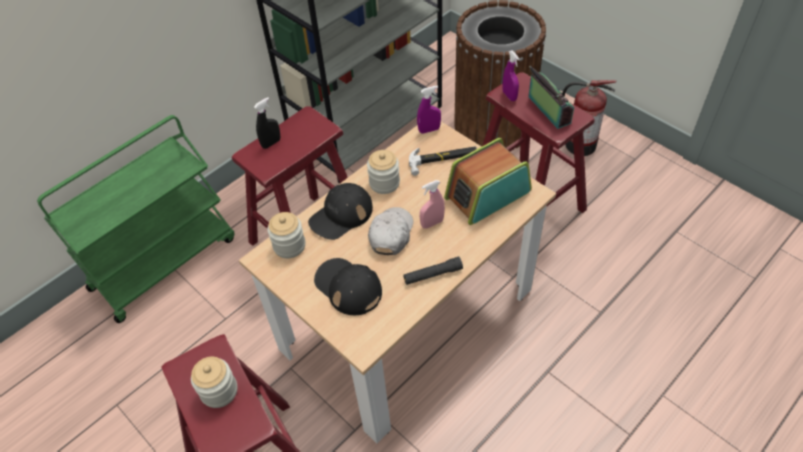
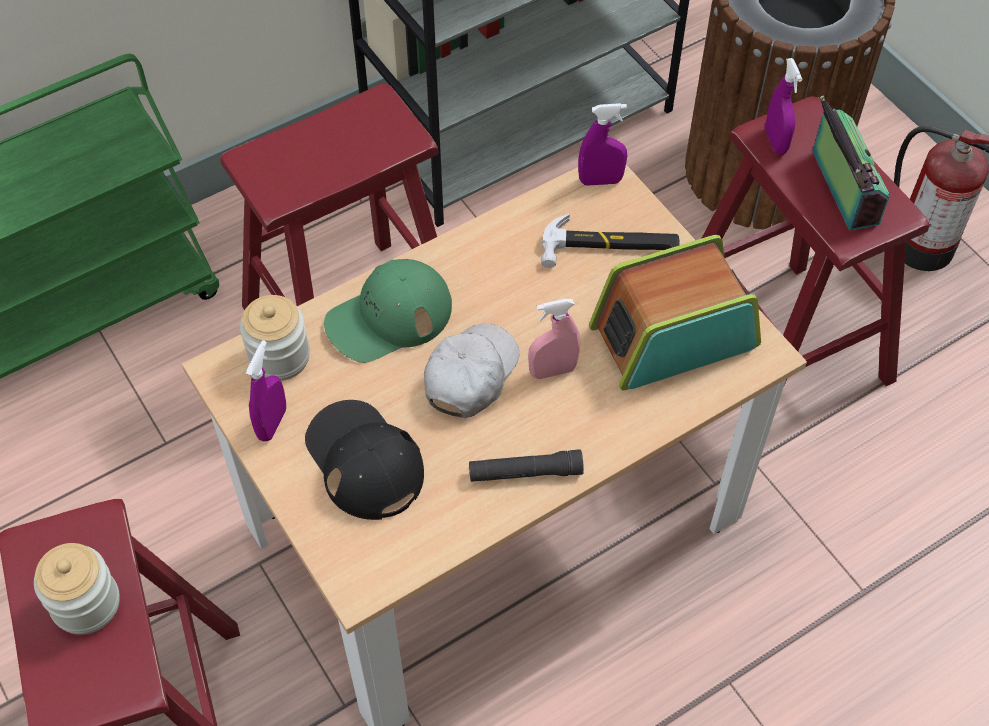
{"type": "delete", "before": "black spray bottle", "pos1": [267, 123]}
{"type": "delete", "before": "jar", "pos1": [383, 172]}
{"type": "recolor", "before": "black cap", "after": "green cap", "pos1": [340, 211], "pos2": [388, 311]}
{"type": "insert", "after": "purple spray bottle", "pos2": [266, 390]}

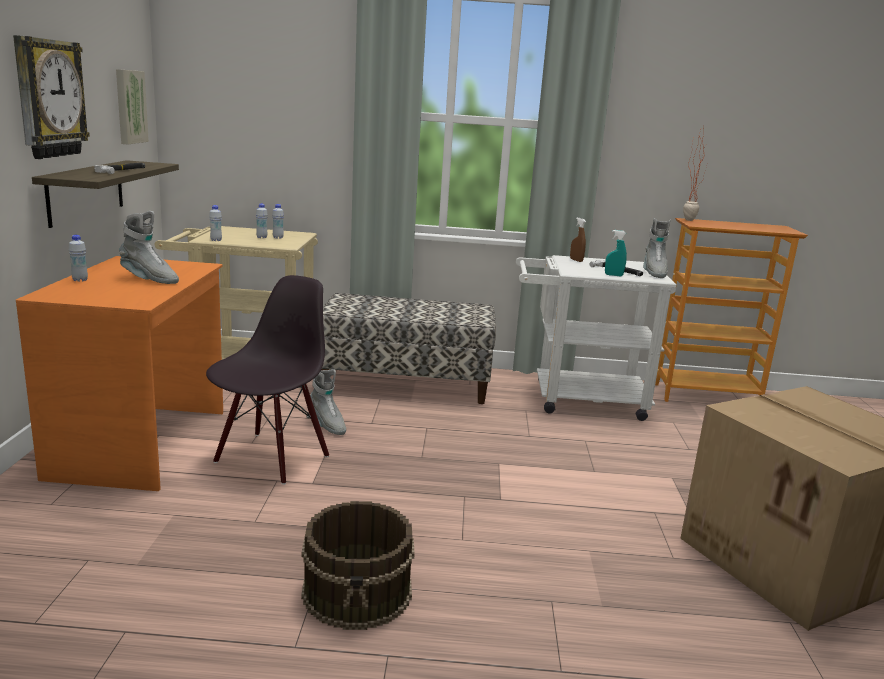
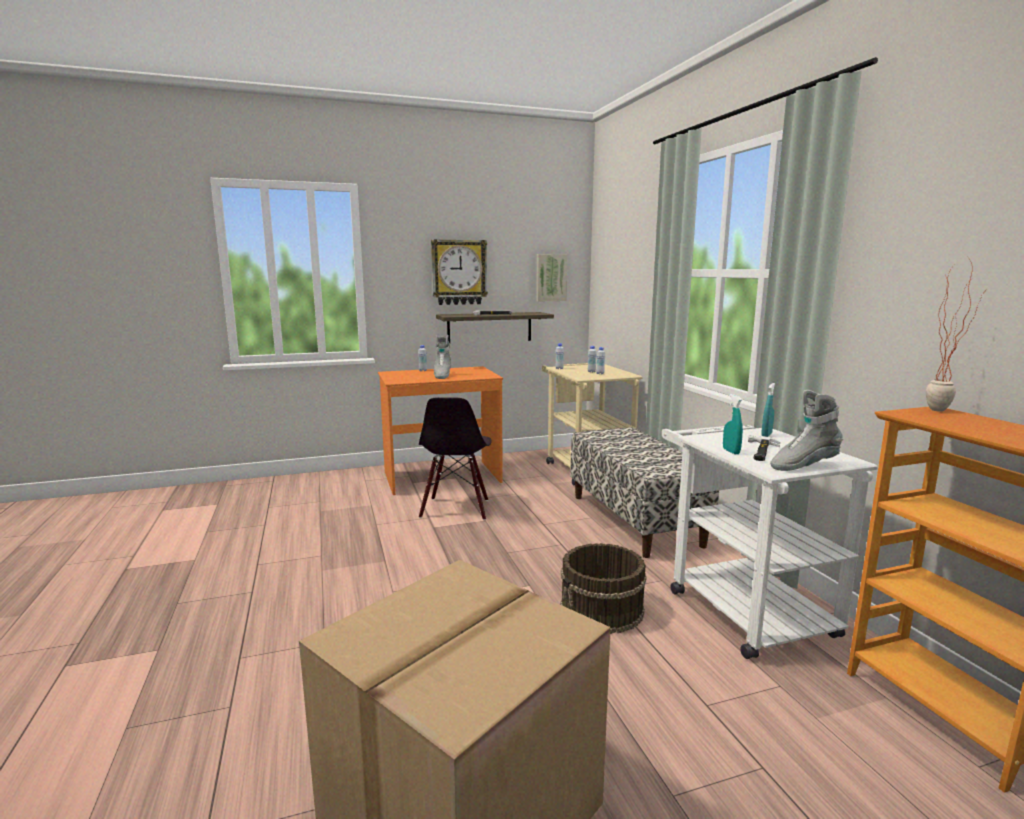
{"type": "recolor", "before": "brown spray bottle", "after": "turquoise spray bottle", "pos1": [578, 240], "pos2": [768, 410]}
{"type": "rotate", "before": "black chair", "pos1": [267, 380], "pos2": [455, 458], "turn": 90}
{"type": "delete", "before": "grey boot", "pos1": [328, 402]}
{"type": "move", "before": "brown bucket", "pos1": [358, 565], "pos2": [603, 588]}

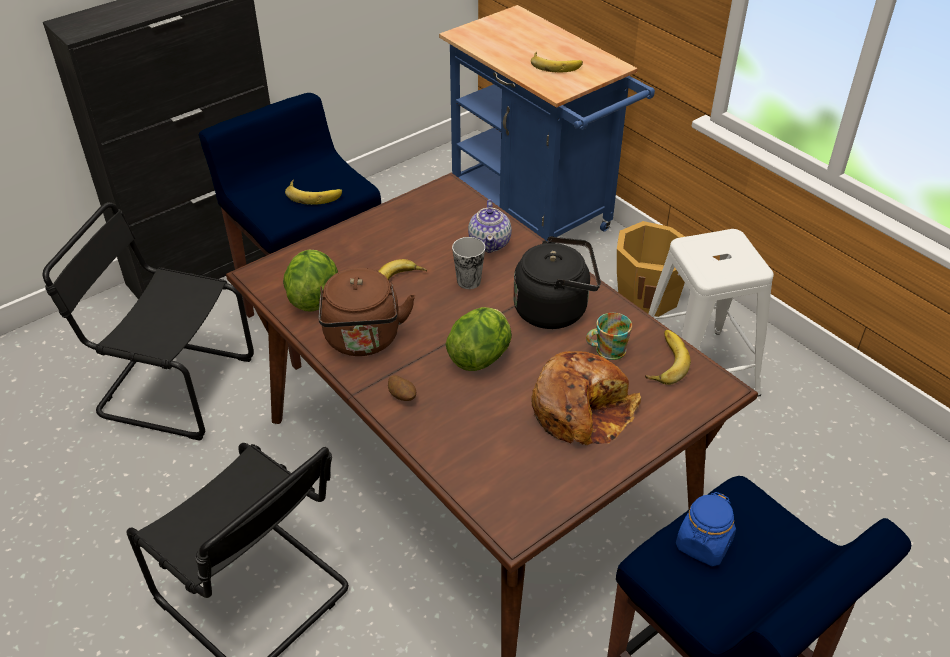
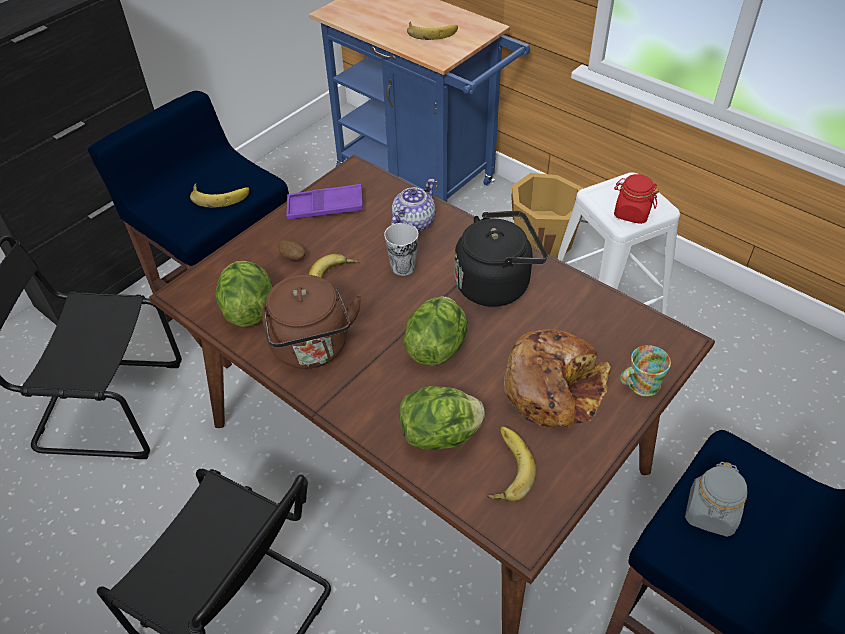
{"type": "rotate", "before": "teapot", "pos1": [490, 226], "pos2": [413, 205], "turn": -135}
{"type": "move", "before": "mug", "pos1": [609, 336], "pos2": [645, 371]}
{"type": "move", "before": "banana", "pos1": [668, 357], "pos2": [511, 464]}
{"type": "move", "before": "potato", "pos1": [402, 388], "pos2": [292, 250]}
{"type": "recolor", "before": "blue jar", "after": "grey jar", "pos1": [706, 529], "pos2": [716, 499]}
{"type": "insert", "after": "red jar", "pos2": [636, 199]}
{"type": "insert", "after": "purple tray", "pos2": [324, 202]}
{"type": "insert", "after": "lettuce", "pos2": [442, 418]}

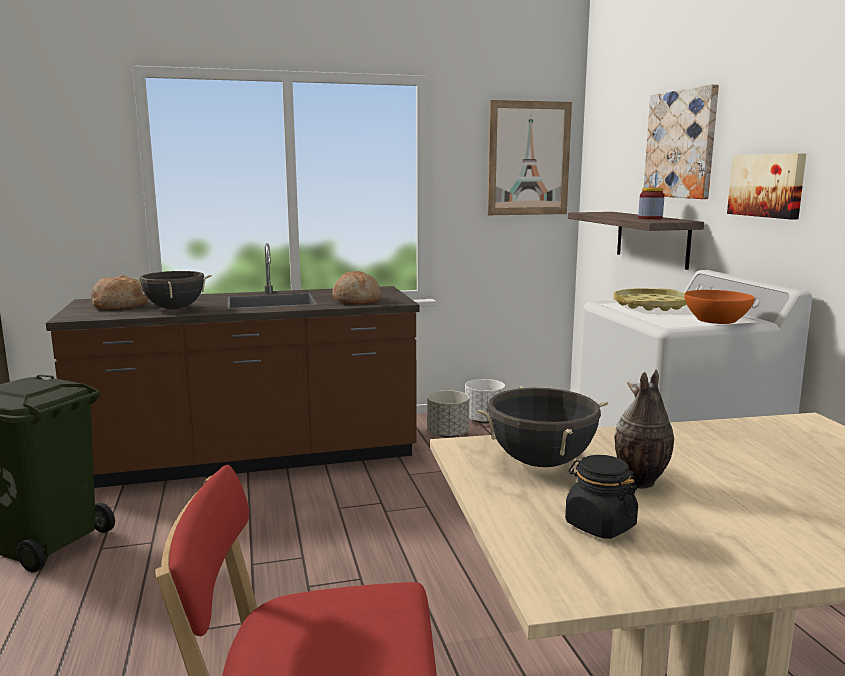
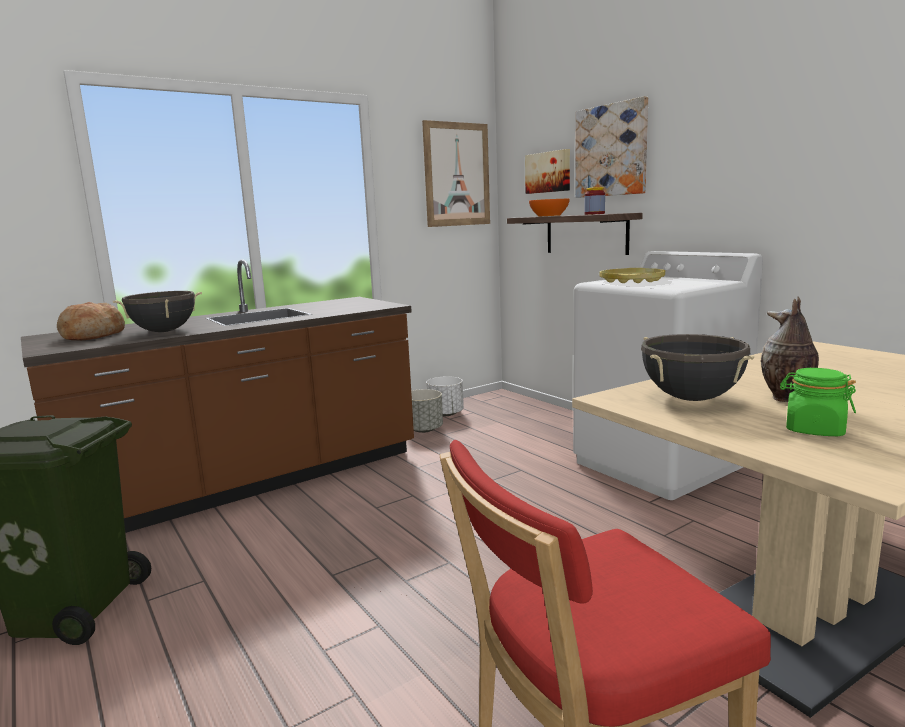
{"type": "move", "before": "picture", "pos1": [766, 186], "pos2": [547, 171]}
{"type": "delete", "before": "bread", "pos1": [357, 287]}
{"type": "move", "before": "orange bowl", "pos1": [719, 307], "pos2": [549, 207]}
{"type": "recolor", "before": "black jar", "after": "green jar", "pos1": [601, 497], "pos2": [818, 402]}

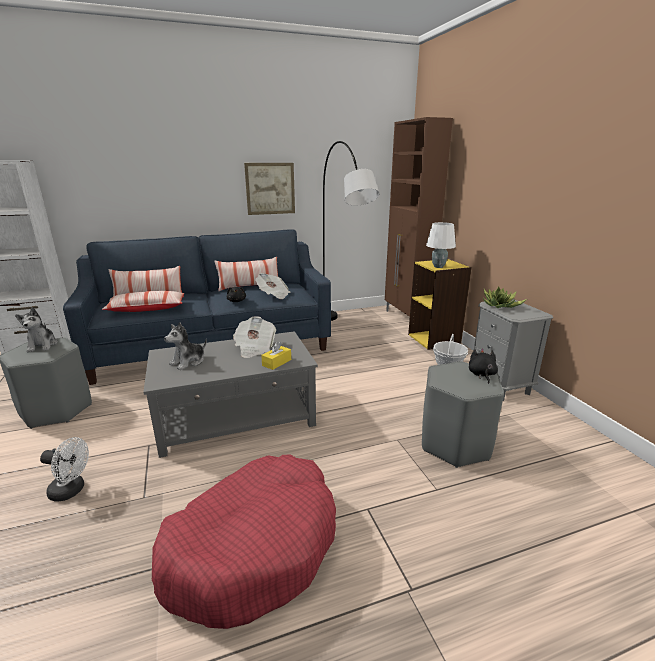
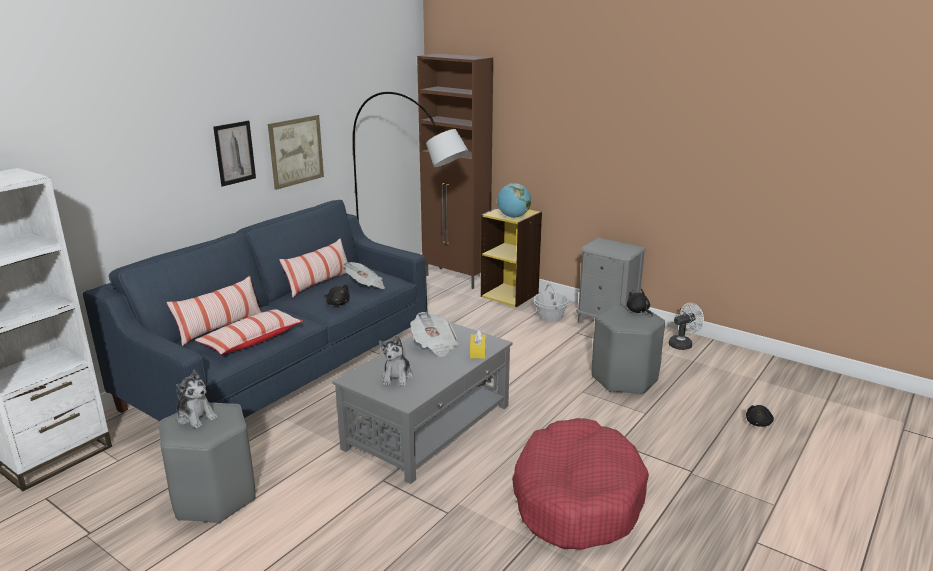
{"type": "replace", "before": "white table lamp", "after": "globe", "pos1": [441, 245], "pos2": [514, 200]}
{"type": "delete", "before": "potted plant", "pos1": [505, 297]}
{"type": "move", "before": "white fan", "pos1": [64, 469], "pos2": [686, 326]}
{"type": "insert", "after": "picture", "pos2": [234, 154]}
{"type": "insert", "after": "black plush toy", "pos2": [760, 416]}

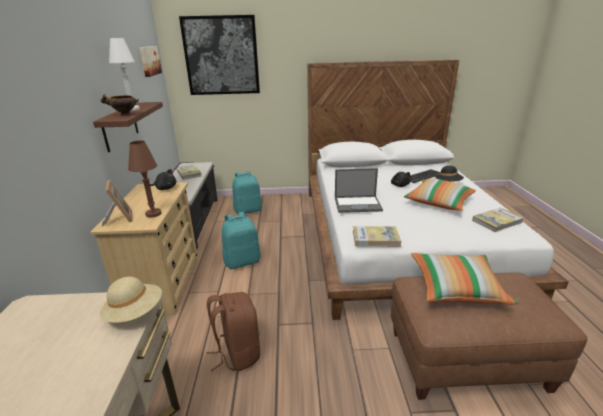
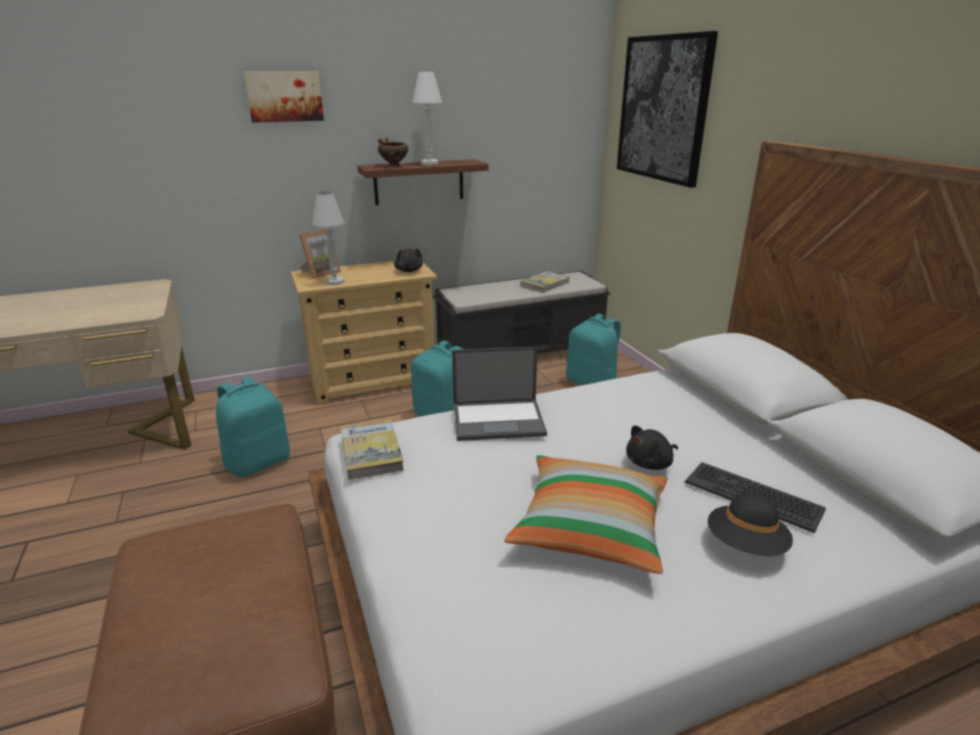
{"type": "move", "before": "picture", "pos1": [150, 61], "pos2": [284, 97]}
{"type": "recolor", "before": "brown table lamp", "after": "white table lamp", "pos1": [144, 179], "pos2": [328, 238]}
{"type": "rotate", "before": "laptop", "pos1": [359, 190], "pos2": [499, 394], "turn": -75}
{"type": "delete", "before": "book", "pos1": [498, 220]}
{"type": "delete", "before": "pillow", "pos1": [464, 279]}
{"type": "delete", "before": "beige hat", "pos1": [131, 300]}
{"type": "recolor", "before": "brown backpack", "after": "turquoise backpack", "pos1": [233, 332], "pos2": [253, 426]}

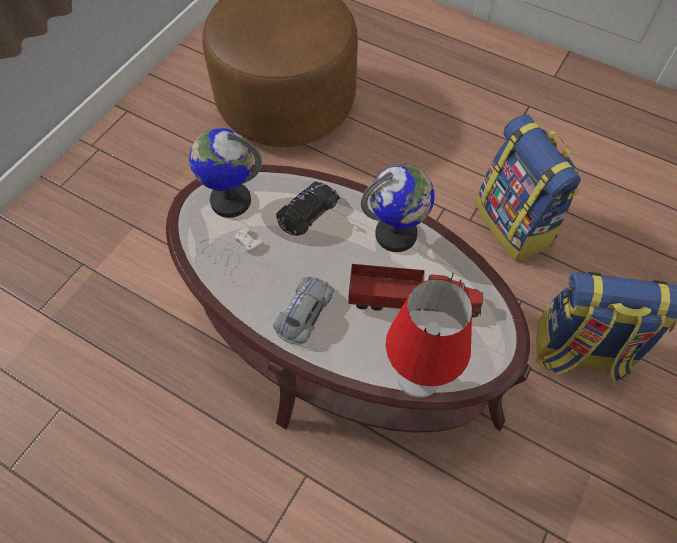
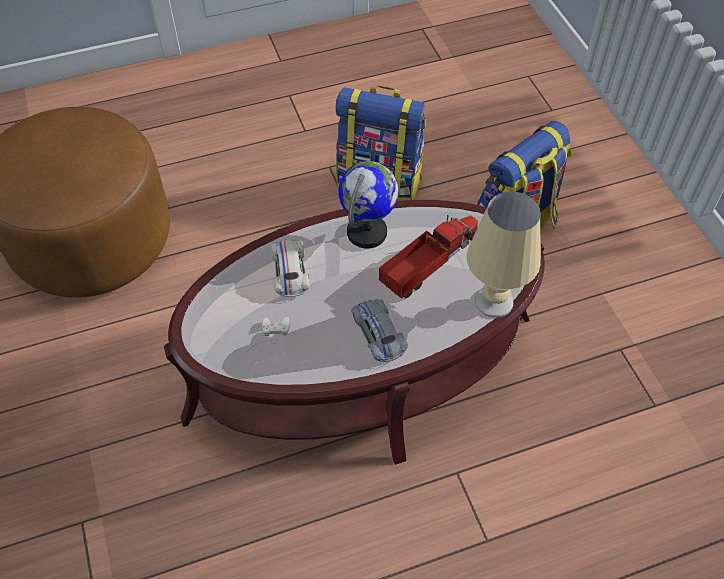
{"type": "delete", "before": "globe", "pos1": [225, 173]}
{"type": "recolor", "before": "black toy car", "after": "white toy car", "pos1": [308, 208], "pos2": [290, 268]}
{"type": "recolor", "before": "red table lamp", "after": "beige table lamp", "pos1": [429, 338], "pos2": [504, 255]}

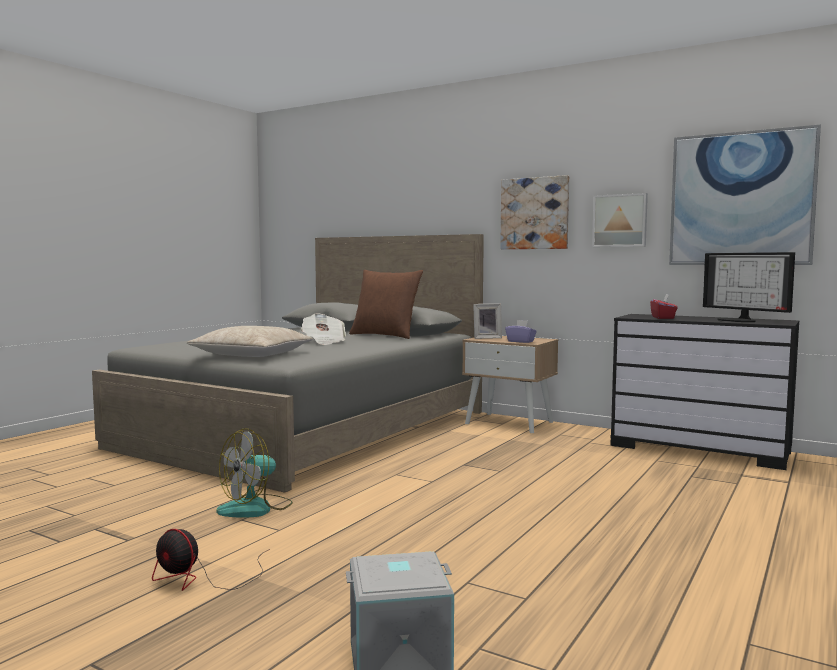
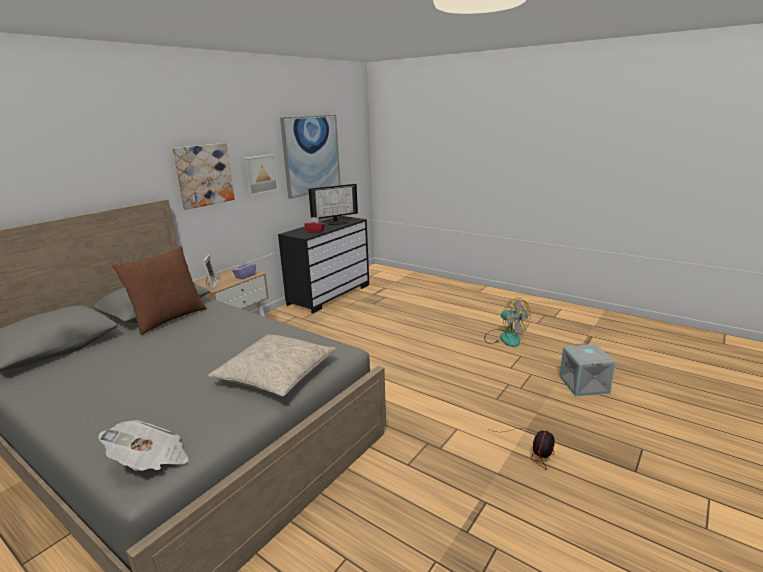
{"type": "move", "before": "newspaper", "pos1": [323, 329], "pos2": [143, 445]}
{"type": "move", "before": "fan", "pos1": [254, 473], "pos2": [507, 322]}

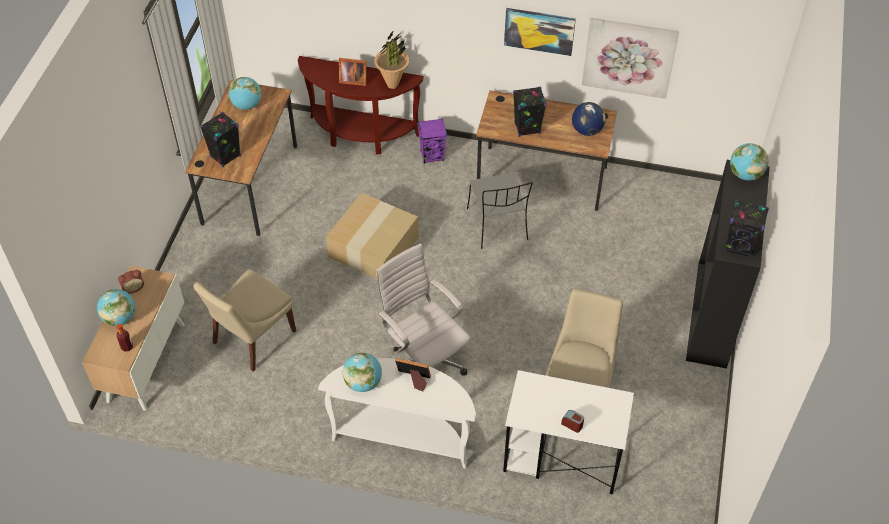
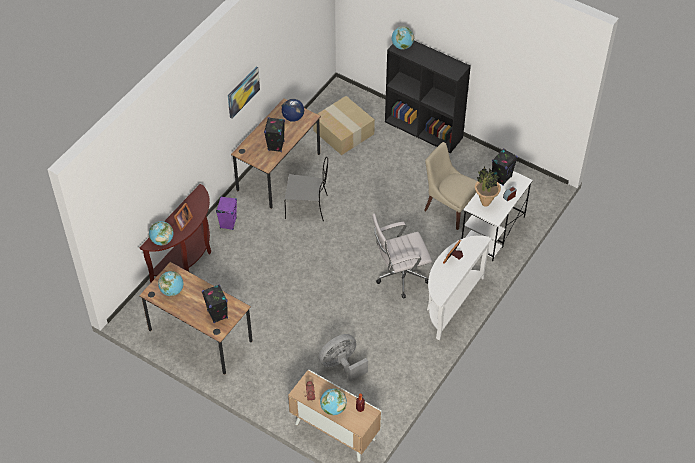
{"type": "delete", "before": "picture", "pos1": [630, 58]}
{"type": "move", "before": "potted plant", "pos1": [391, 59], "pos2": [488, 187]}
{"type": "move", "before": "cardboard box", "pos1": [372, 235], "pos2": [344, 125]}
{"type": "move", "before": "black speaker", "pos1": [747, 228], "pos2": [505, 167]}
{"type": "replace", "before": "beige chair", "after": "grey fan", "pos1": [244, 320], "pos2": [343, 358]}
{"type": "move", "before": "globe", "pos1": [362, 372], "pos2": [161, 233]}

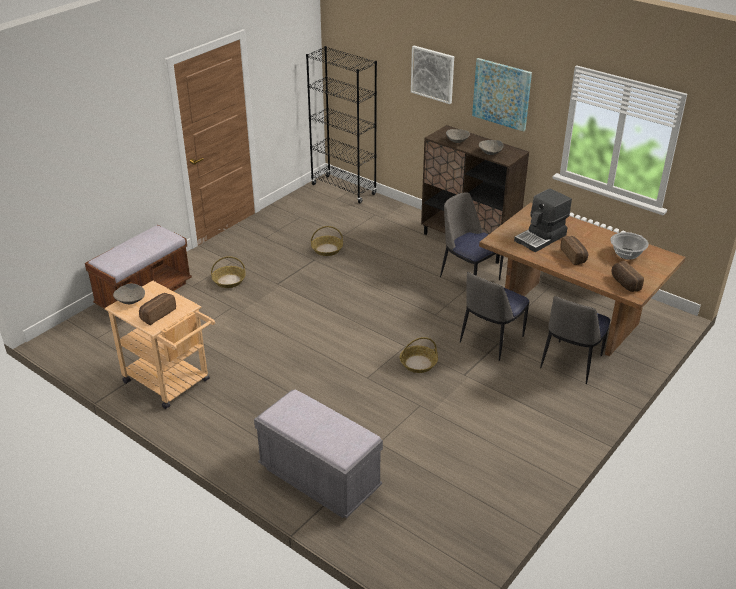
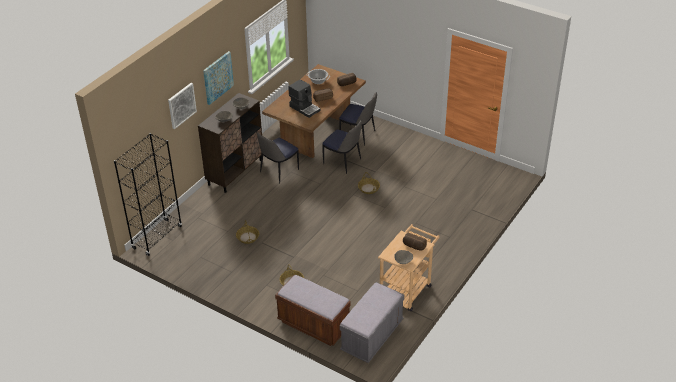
{"type": "move", "before": "grey bench", "pos1": [318, 453], "pos2": [372, 322]}

